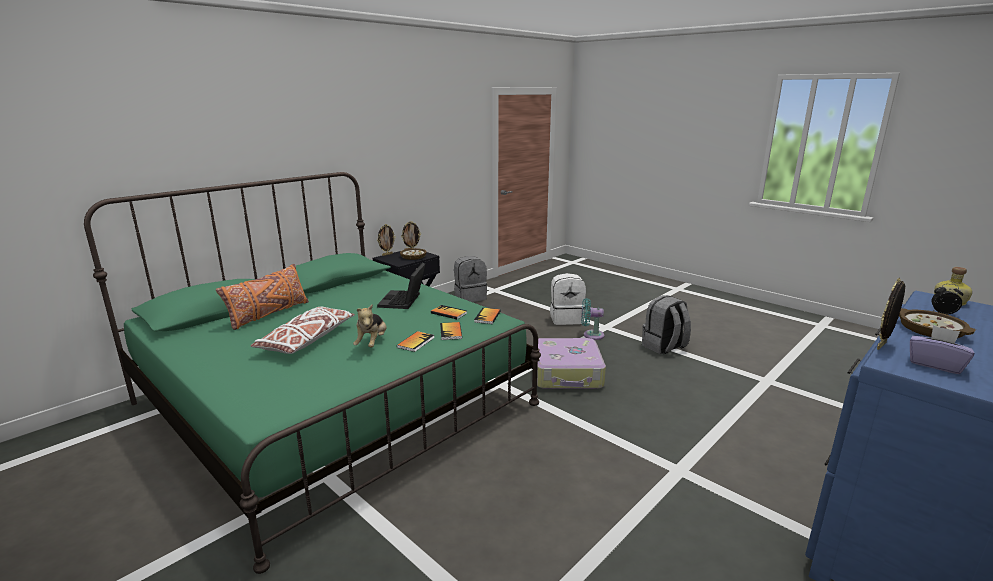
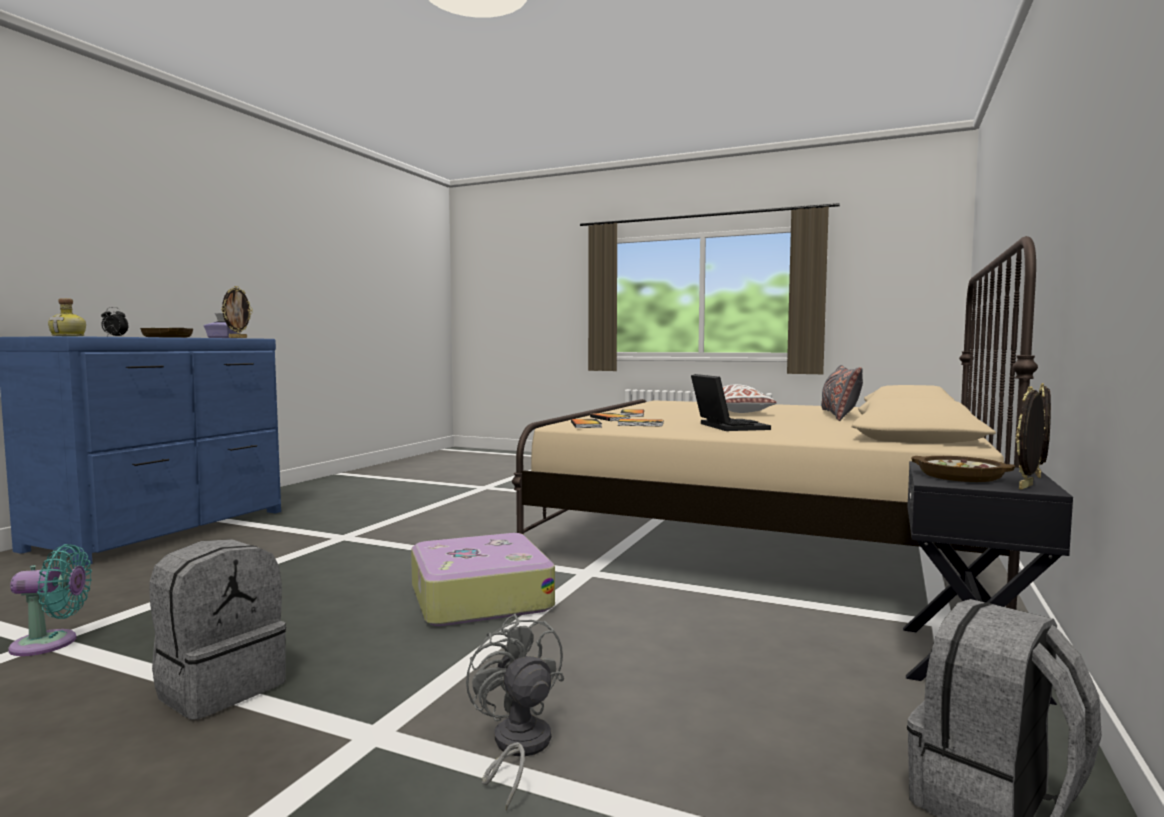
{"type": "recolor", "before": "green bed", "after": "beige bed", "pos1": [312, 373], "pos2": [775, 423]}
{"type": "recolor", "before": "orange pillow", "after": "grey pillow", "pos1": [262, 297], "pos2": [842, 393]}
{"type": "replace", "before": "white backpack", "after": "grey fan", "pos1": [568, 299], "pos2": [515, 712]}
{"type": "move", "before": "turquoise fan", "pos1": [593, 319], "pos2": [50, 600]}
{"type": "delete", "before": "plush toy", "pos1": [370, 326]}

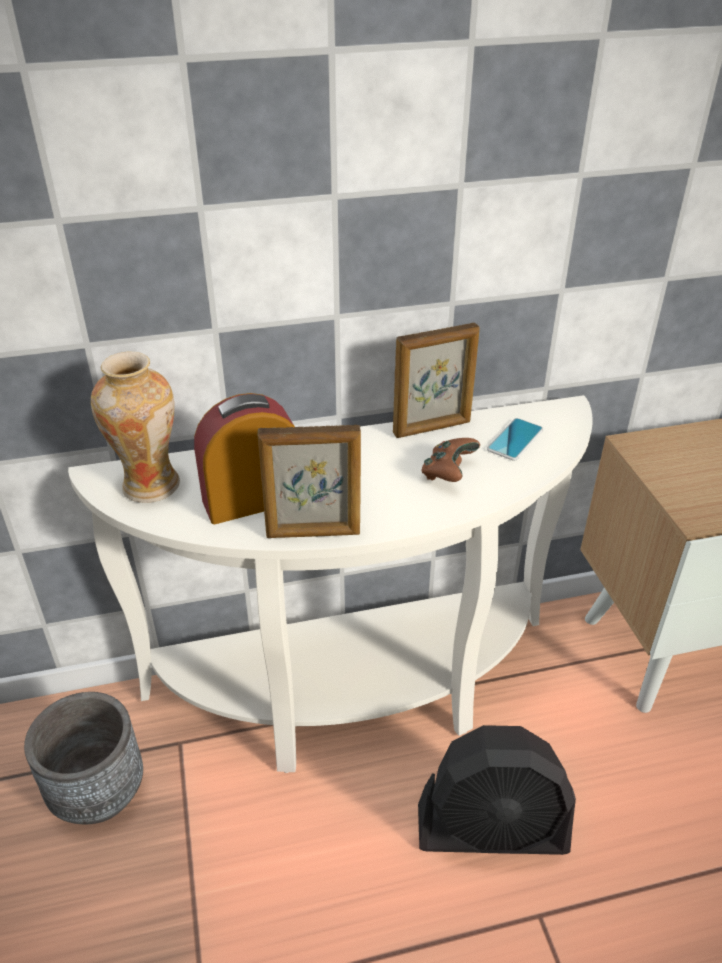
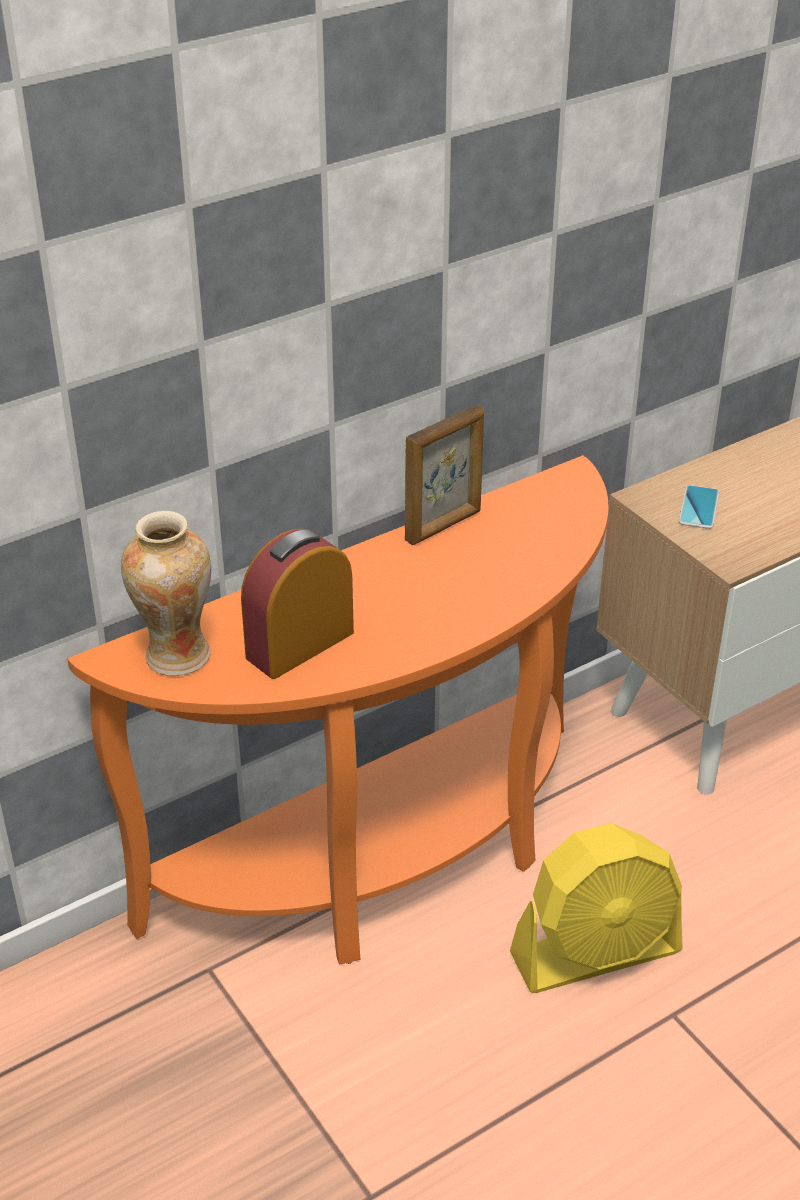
{"type": "recolor", "before": "white console table", "after": "orange console table", "pos1": [330, 584], "pos2": [338, 710]}
{"type": "move", "before": "phone", "pos1": [515, 439], "pos2": [699, 507]}
{"type": "delete", "before": "picture frame", "pos1": [309, 481]}
{"type": "delete", "before": "brown game controller", "pos1": [450, 460]}
{"type": "delete", "before": "grey planter", "pos1": [83, 758]}
{"type": "recolor", "before": "black fan", "after": "yellow fan", "pos1": [497, 790], "pos2": [596, 908]}

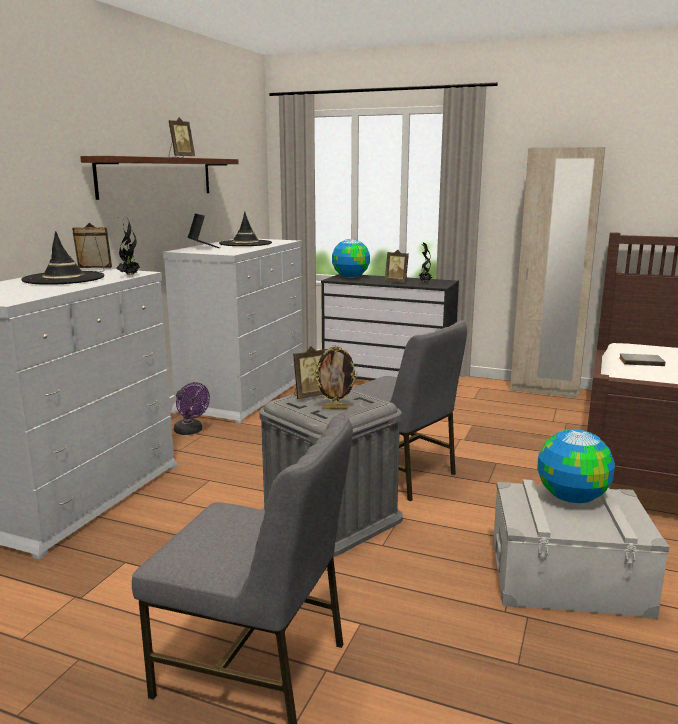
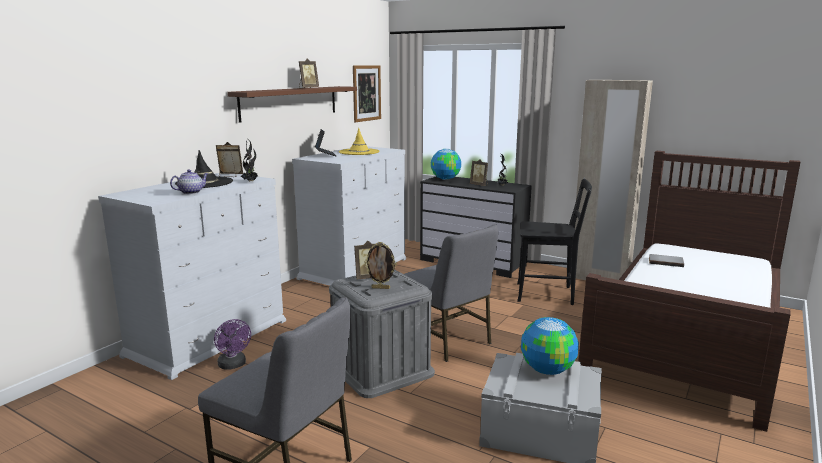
{"type": "recolor", "before": "black hat", "after": "yellow hat", "pos1": [245, 228], "pos2": [359, 141]}
{"type": "move", "before": "purple fan", "pos1": [192, 408], "pos2": [232, 344]}
{"type": "insert", "after": "picture", "pos2": [367, 93]}
{"type": "insert", "after": "teapot", "pos2": [189, 181]}
{"type": "insert", "after": "black chair", "pos2": [554, 242]}

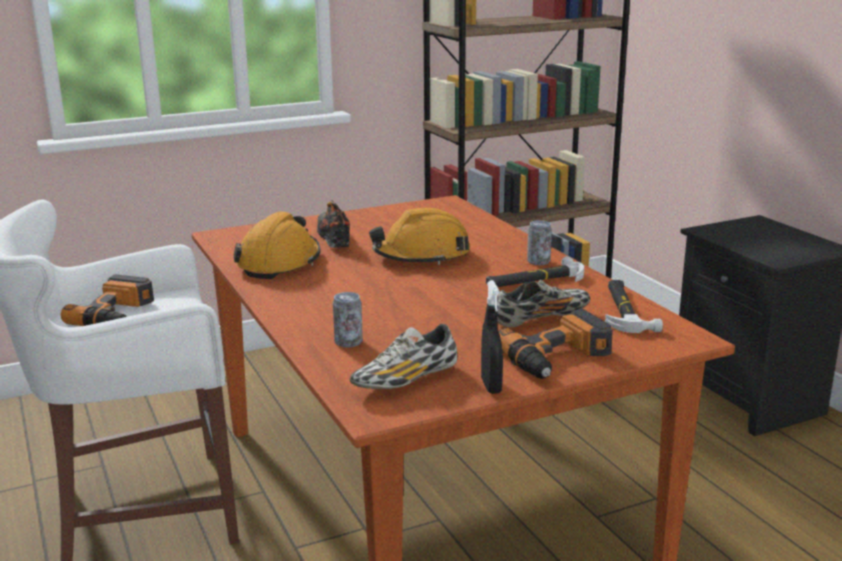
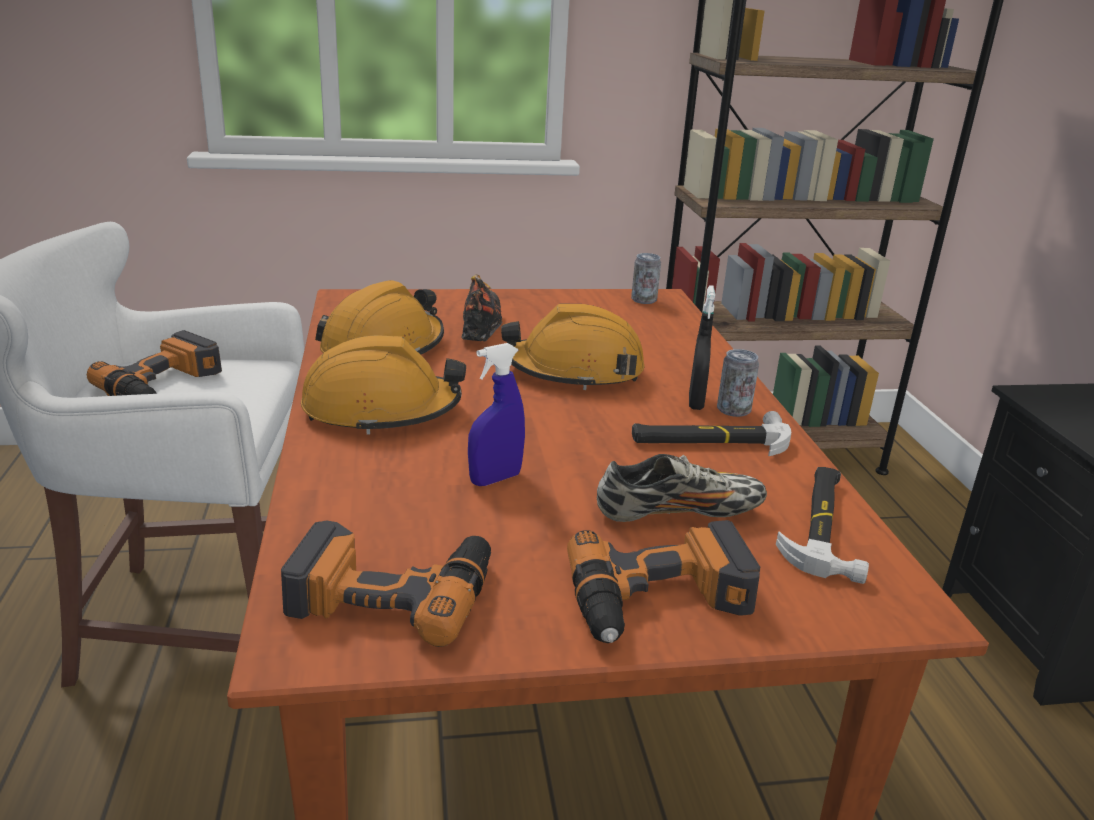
{"type": "move", "before": "black spray bottle", "pos1": [492, 337], "pos2": [702, 347]}
{"type": "move", "before": "can", "pos1": [348, 320], "pos2": [646, 278]}
{"type": "replace", "before": "shoe", "after": "power drill", "pos1": [403, 356], "pos2": [386, 583]}
{"type": "insert", "after": "orange hard hat", "pos2": [383, 385]}
{"type": "insert", "after": "blue spray bottle", "pos2": [496, 414]}

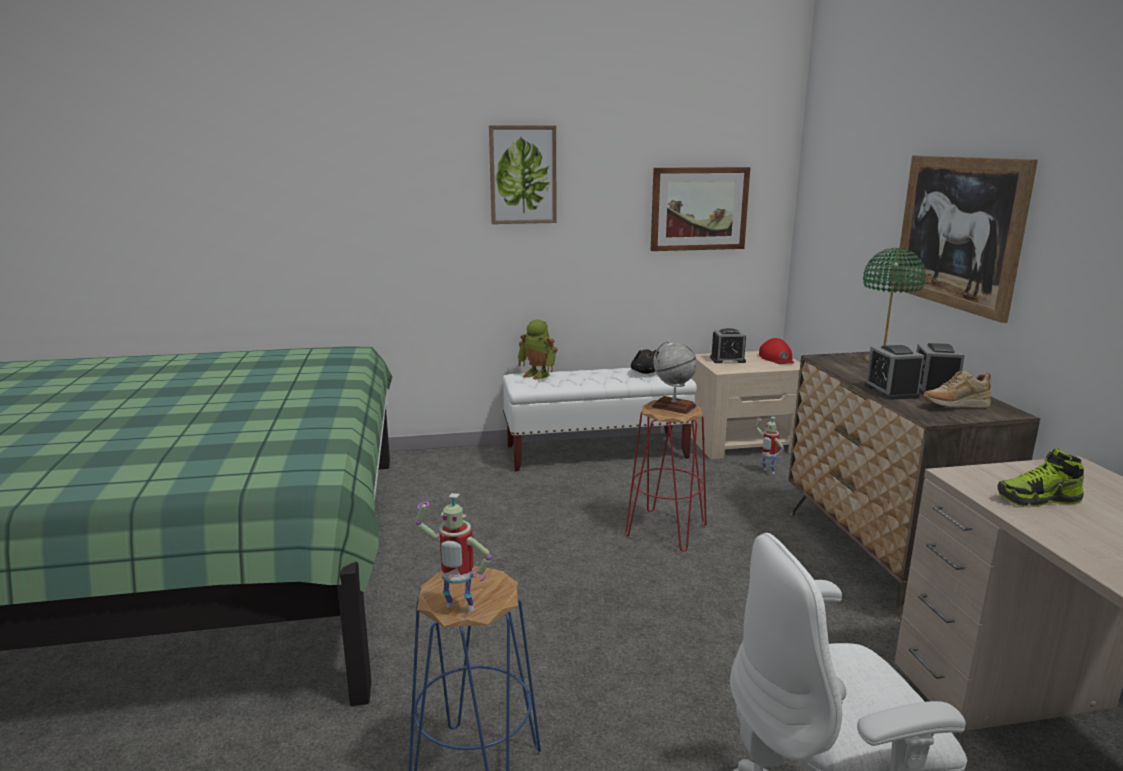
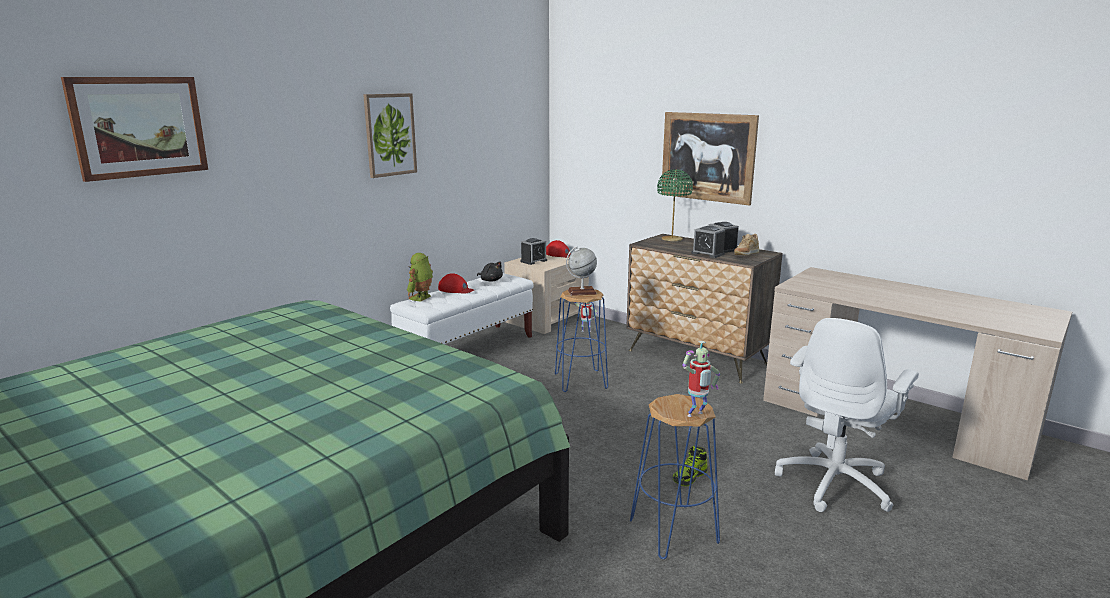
{"type": "move", "before": "picture", "pos1": [700, 209], "pos2": [134, 129]}
{"type": "rotate", "before": "toy robot", "pos1": [537, 350], "pos2": [420, 277], "turn": 120}
{"type": "recolor", "before": "red stool", "after": "blue stool", "pos1": [666, 476], "pos2": [581, 340]}
{"type": "move", "before": "shoe", "pos1": [1040, 477], "pos2": [690, 466]}
{"type": "insert", "after": "red cap", "pos2": [456, 283]}

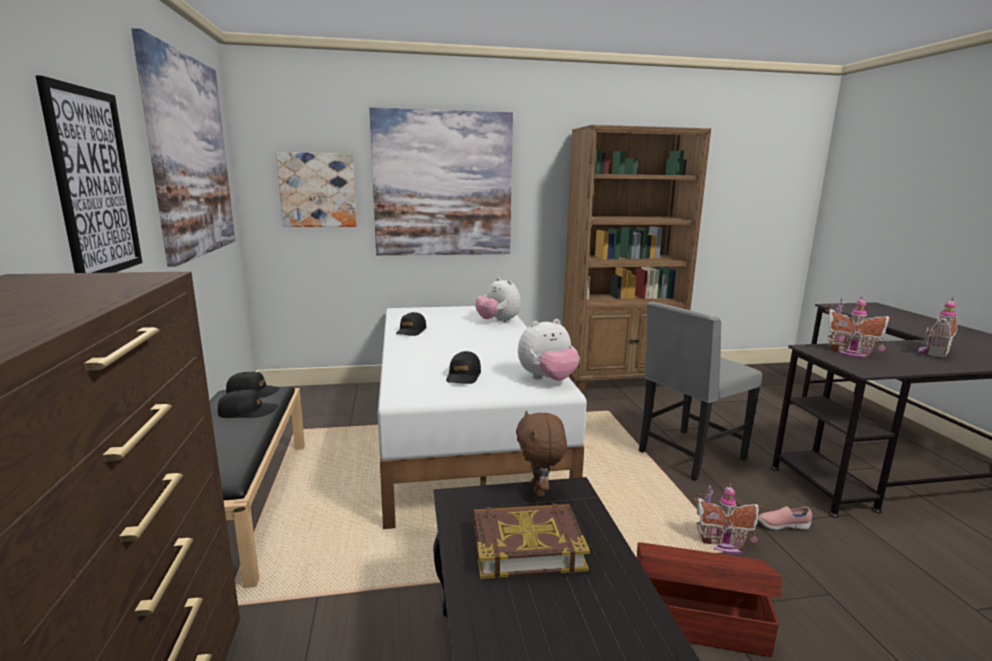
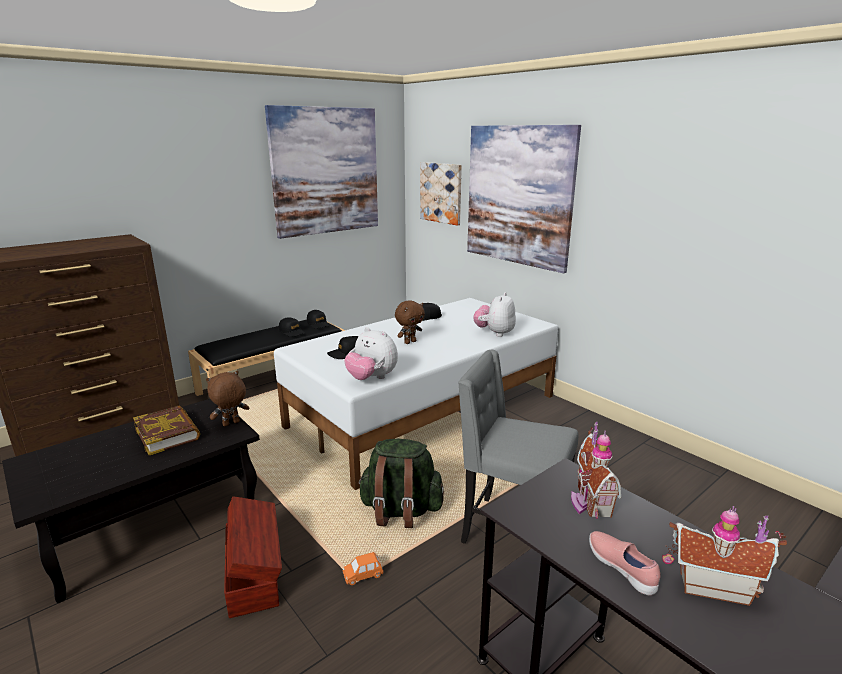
{"type": "delete", "before": "picture", "pos1": [89, 174]}
{"type": "delete", "before": "brown bookcase", "pos1": [637, 259]}
{"type": "replace", "before": "toy house", "after": "orange toy car", "pos1": [728, 519], "pos2": [363, 568]}
{"type": "move", "before": "pink shoe", "pos1": [785, 518], "pos2": [624, 563]}
{"type": "insert", "after": "brown plush toy", "pos2": [410, 322]}
{"type": "insert", "after": "green backpack", "pos2": [401, 483]}

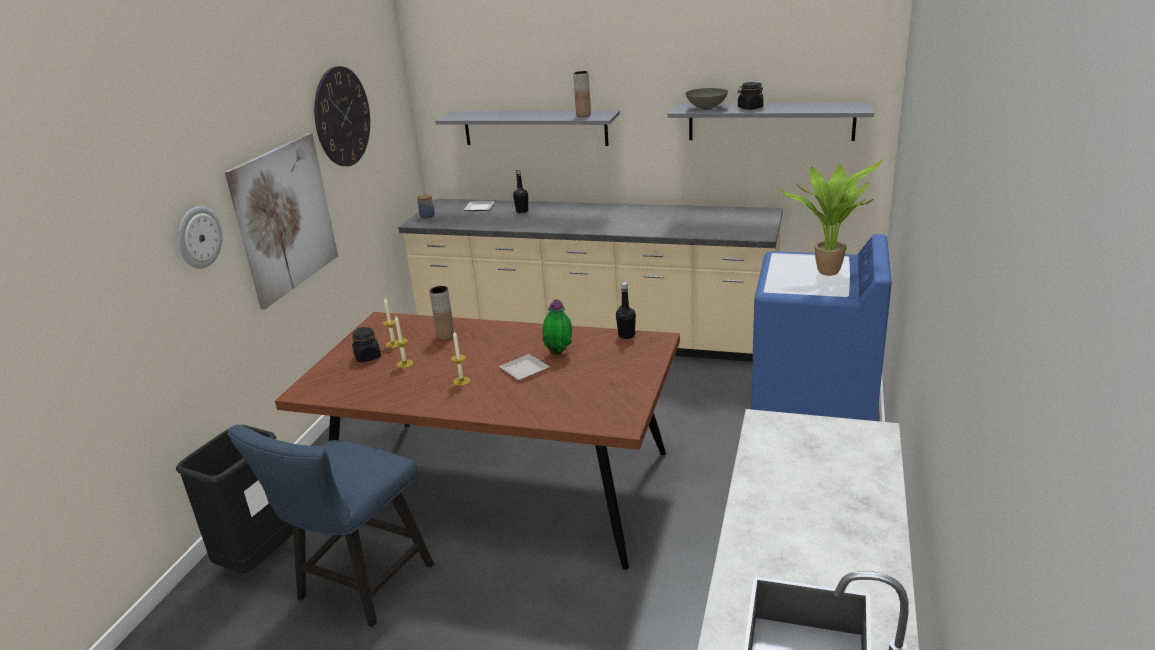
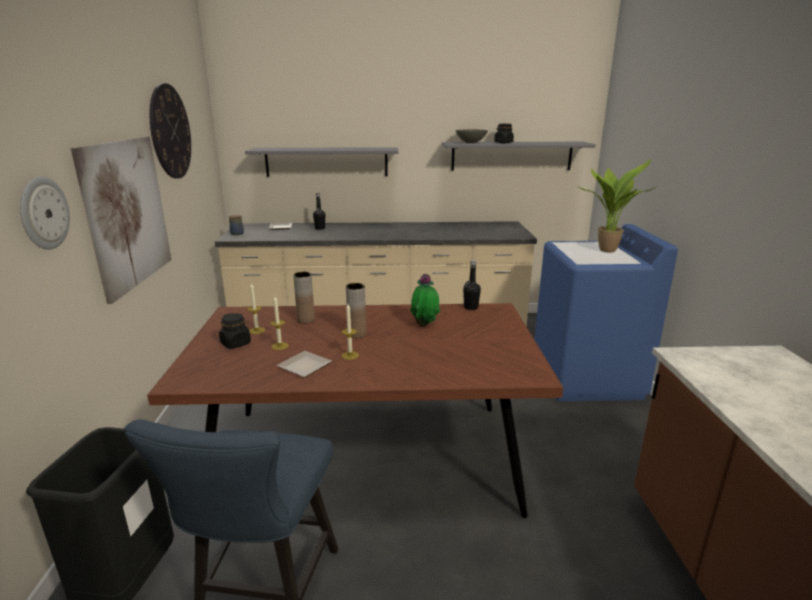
{"type": "move", "before": "brown vase", "pos1": [582, 94], "pos2": [356, 310]}
{"type": "move", "before": "plate", "pos1": [524, 367], "pos2": [304, 364]}

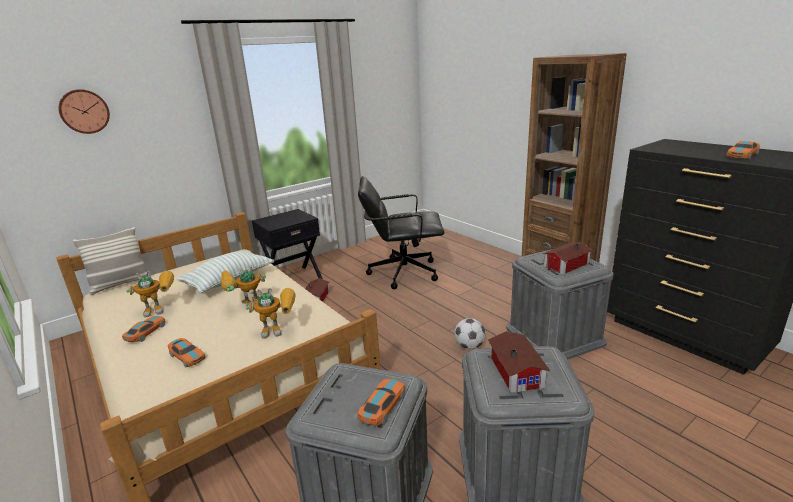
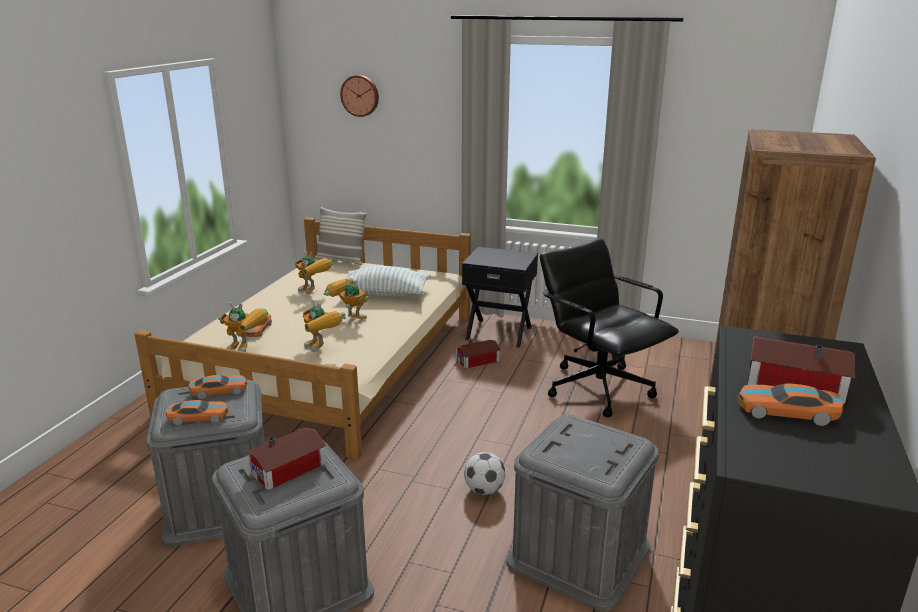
{"type": "move", "before": "toy house", "pos1": [568, 258], "pos2": [801, 370]}
{"type": "move", "before": "toy car", "pos1": [144, 329], "pos2": [218, 387]}
{"type": "insert", "after": "toy robot", "pos2": [243, 327]}

